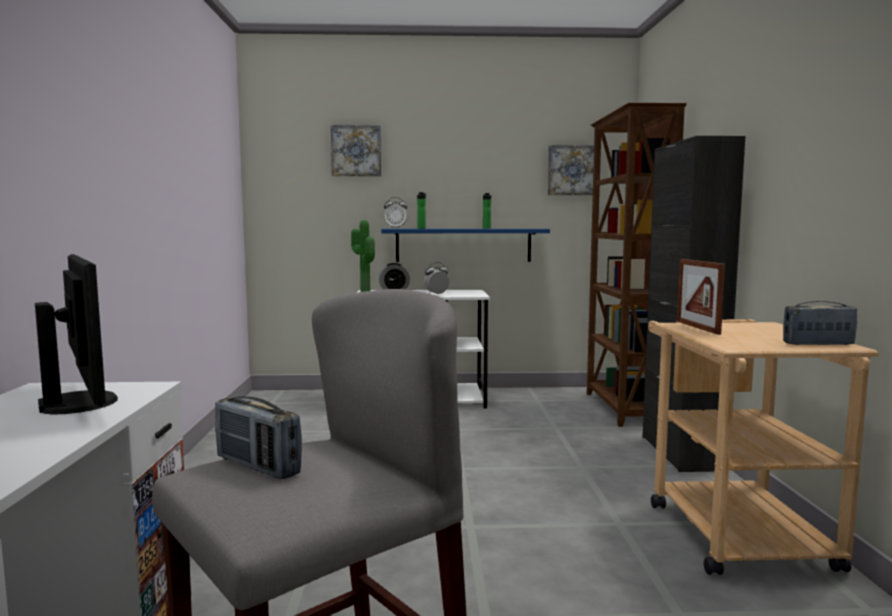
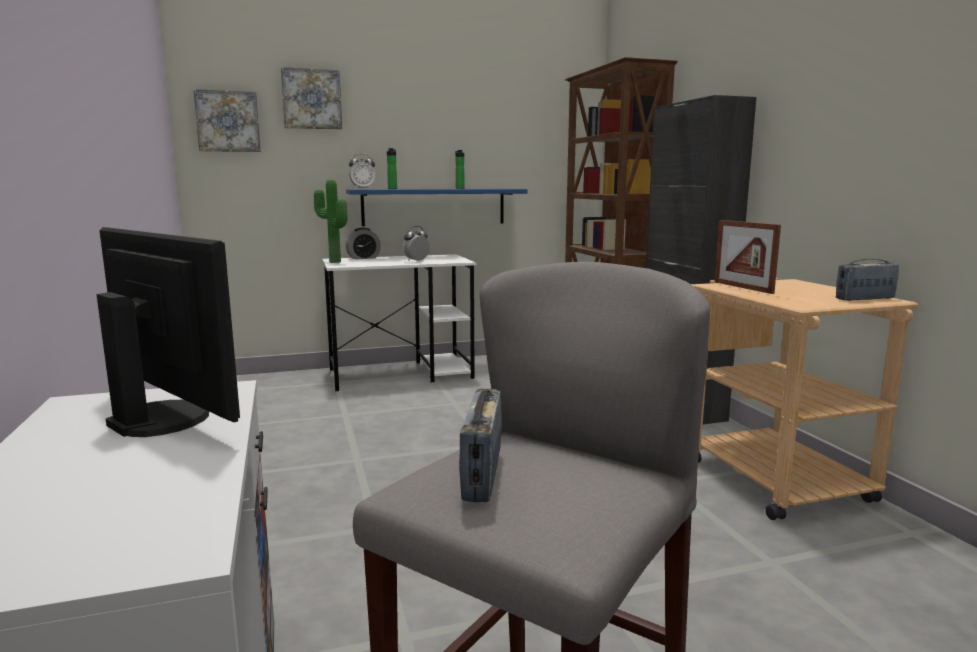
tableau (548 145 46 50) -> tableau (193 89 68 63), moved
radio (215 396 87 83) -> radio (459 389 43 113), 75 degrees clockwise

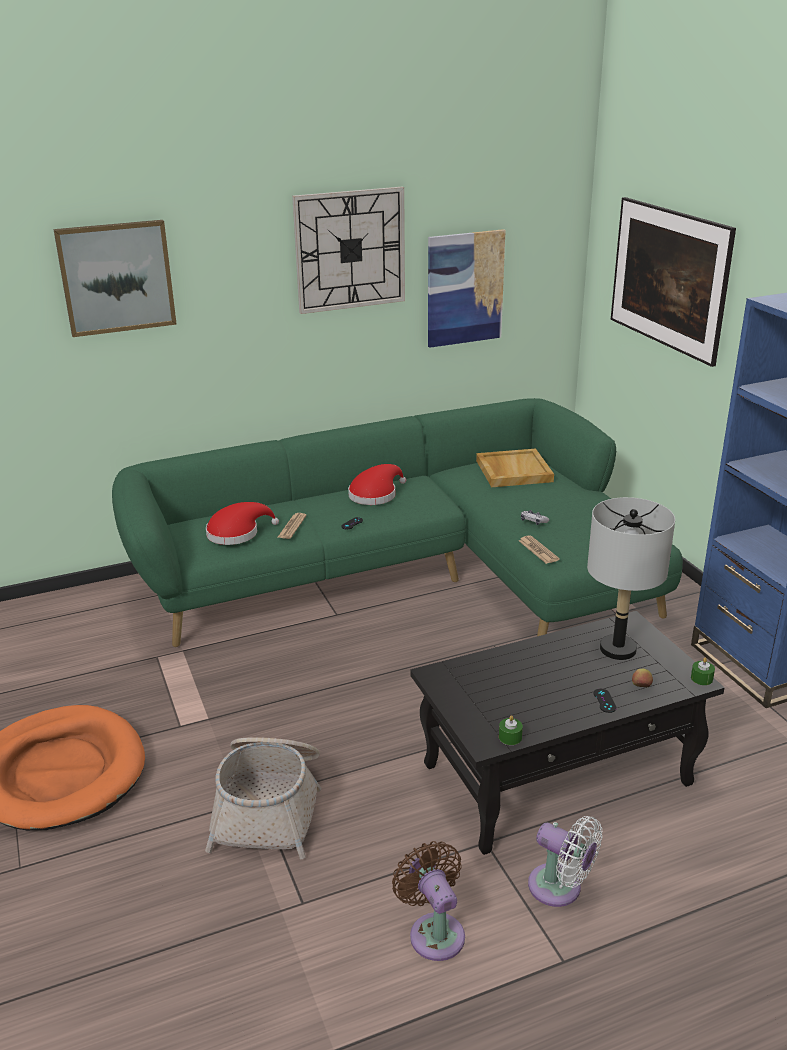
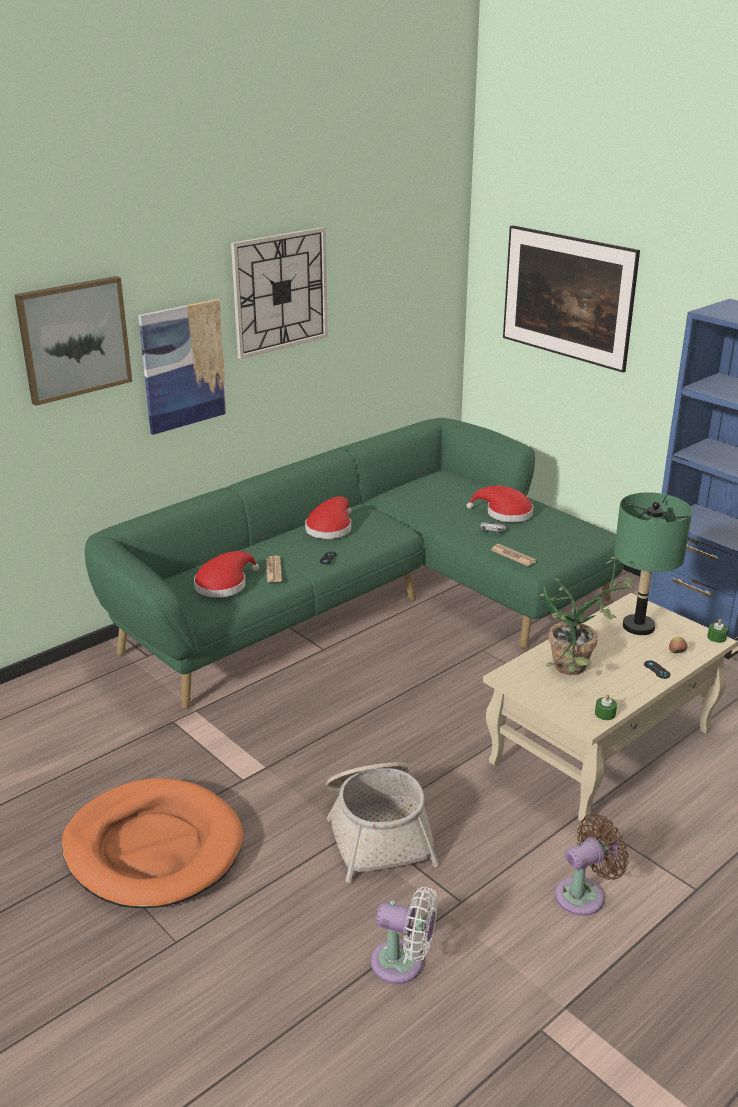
plateau (beige) (476 449 78 38) -> none
none -> chapeau (rouge) (467 486 66 36)
none -> plante en pot (540 556 94 119)
tableau (428 229 78 119) -> tableau (138 299 89 136), moved
ventilateur (blanc) (528 816 75 91) -> ventilateur (blanc) (371 887 67 97), moved
table basse (noir) (410 611 315 244) -> table basse (beige) (483 593 254 231)
lampe de table (gris) (587 497 88 163) -> lampe de table (vert) (614 492 78 143)
ventilateur (marron) (392 841 73 120) -> ventilateur (marron) (555 814 73 102), 105 degrees clockwise

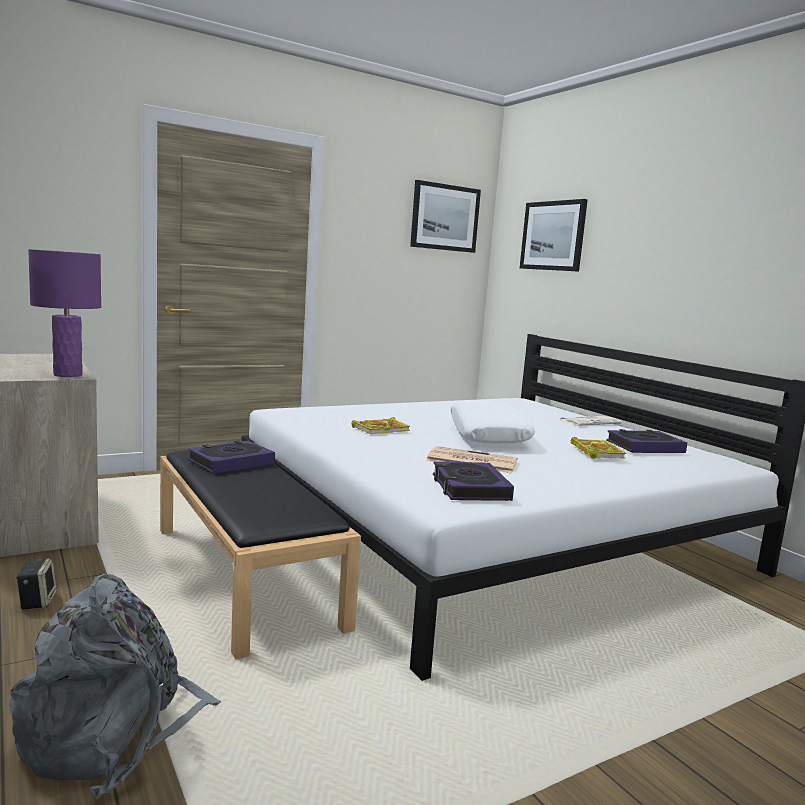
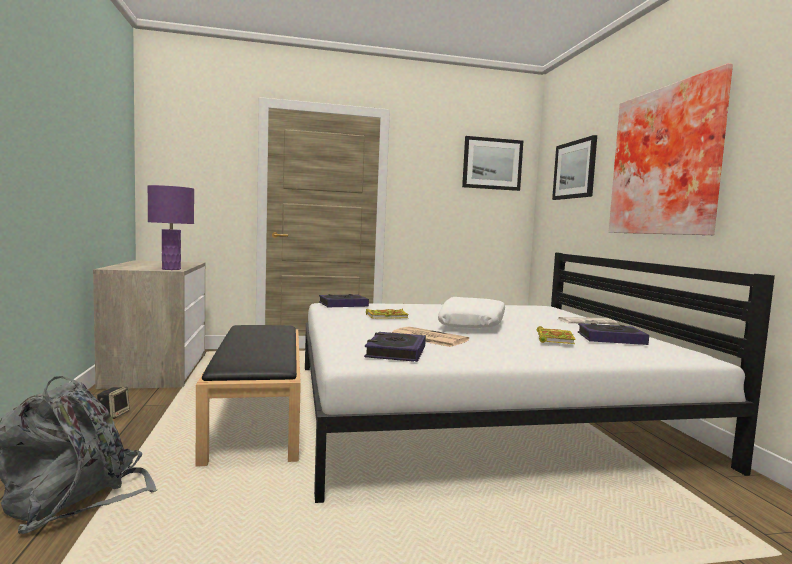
none -> tableau (609 63 124 172)
livre (188 440 87 34) -> livre (319 294 50 13), moved

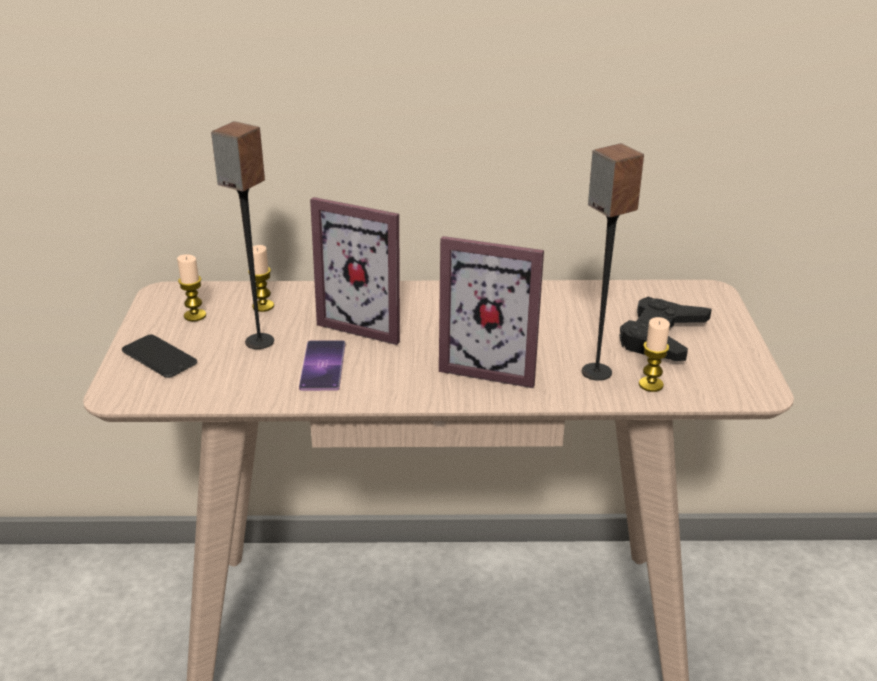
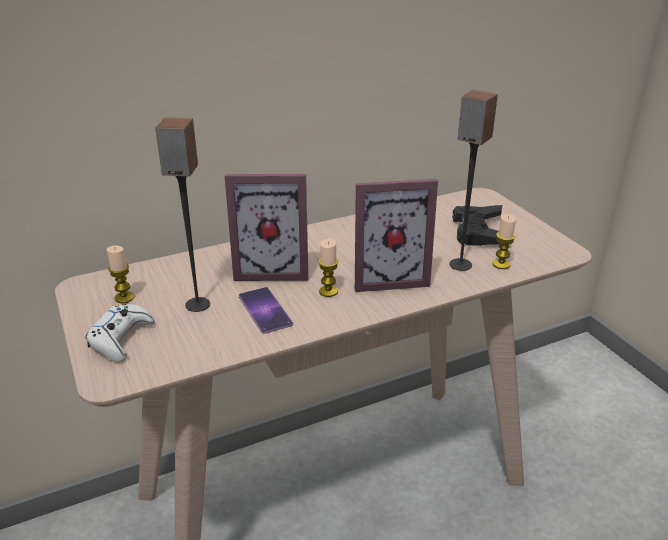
bougie (248 245 26 67) -> bougie (319 239 19 58), moved
téléphone (122 334 75 44) -> manette (blanc) (85 303 70 59)

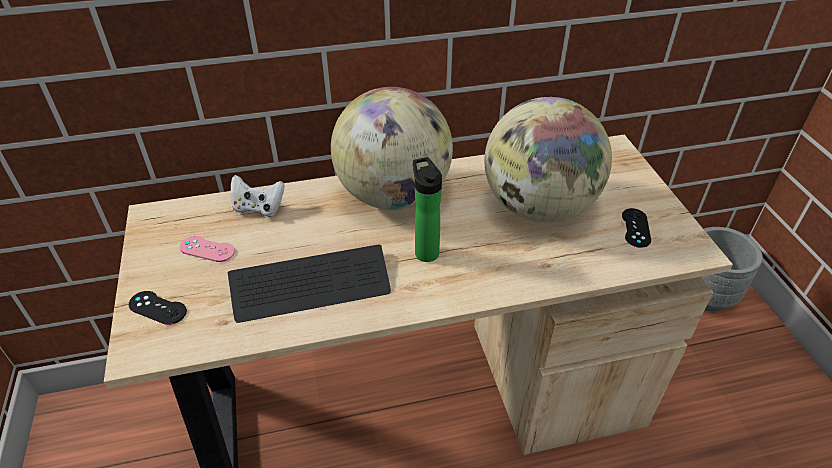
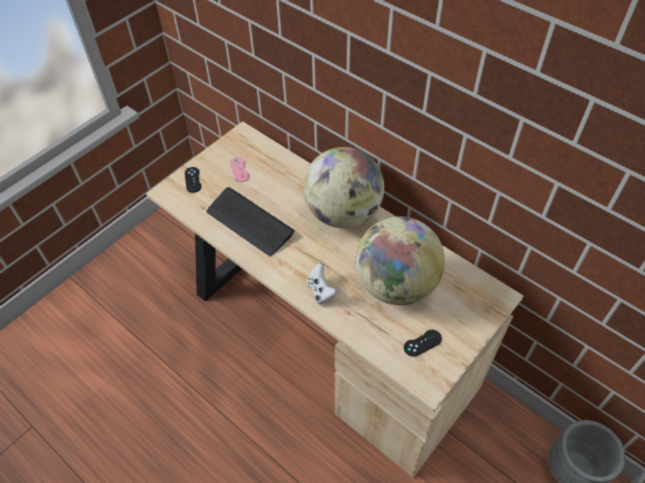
bouteille (413 157 29 105) -> none
manette (blanc) (230 175 55 42) -> manette (blanc) (306 263 33 41), moved

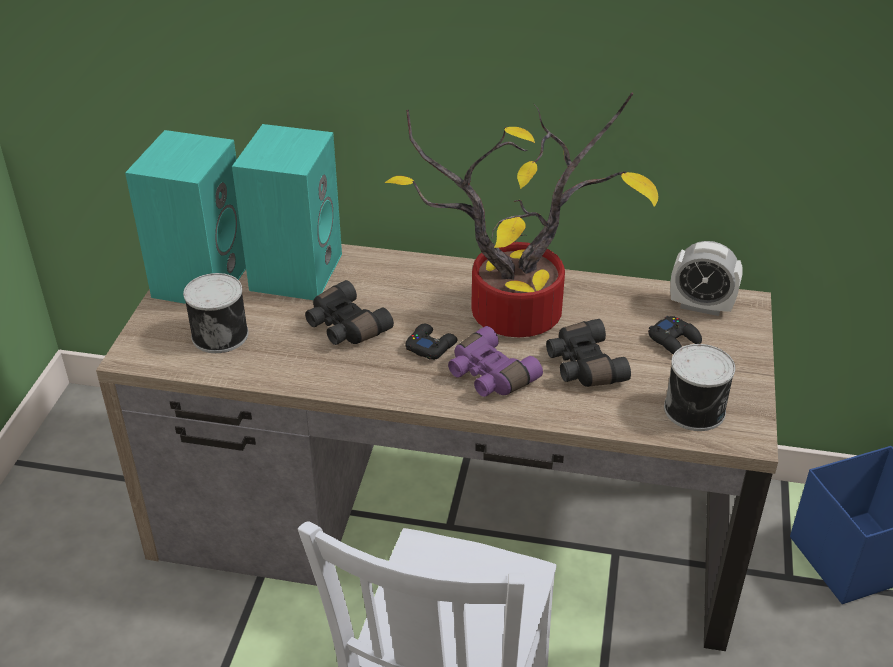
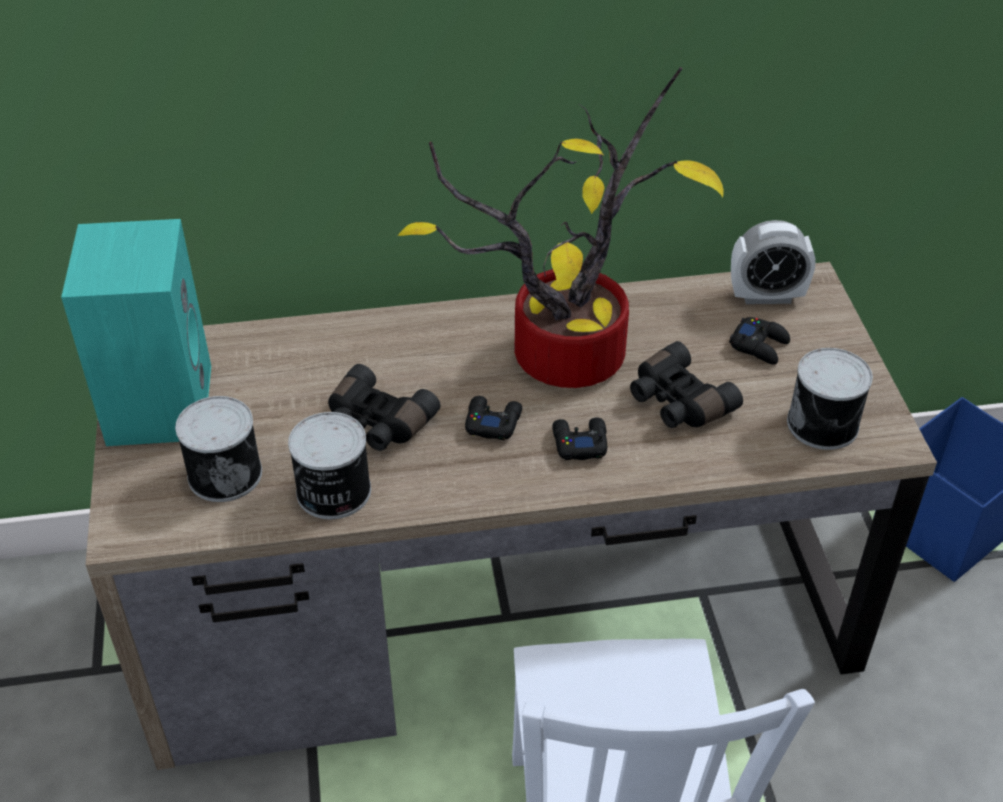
enceinte (turquoise) (232 124 110 176) -> none
none -> boîte métallique (288 412 83 107)
jumelles (violet) (448 326 95 71) -> manette (noir) (552 417 55 43)

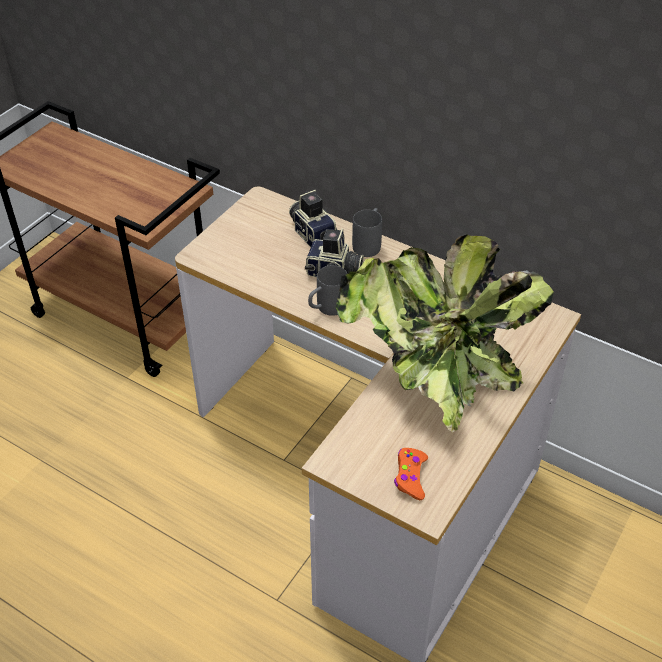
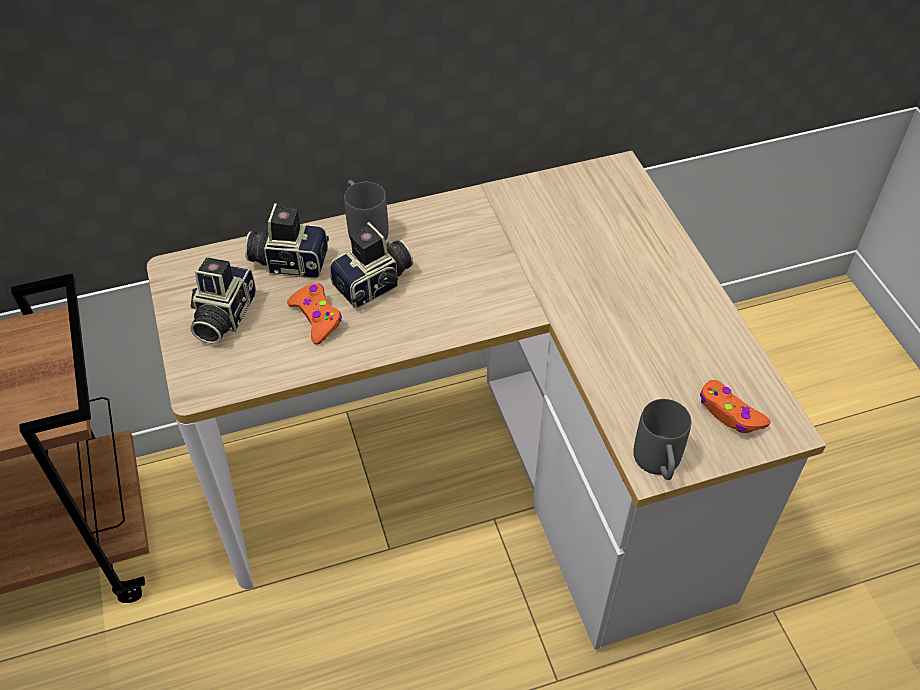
plante en pot (336 234 218 198) -> none
none -> appareil photo (190 257 66 87)
none -> manette (orange) (287 283 55 62)
mug (gris) (308 265 39 51) -> mug (gris) (633 399 58 81), moved

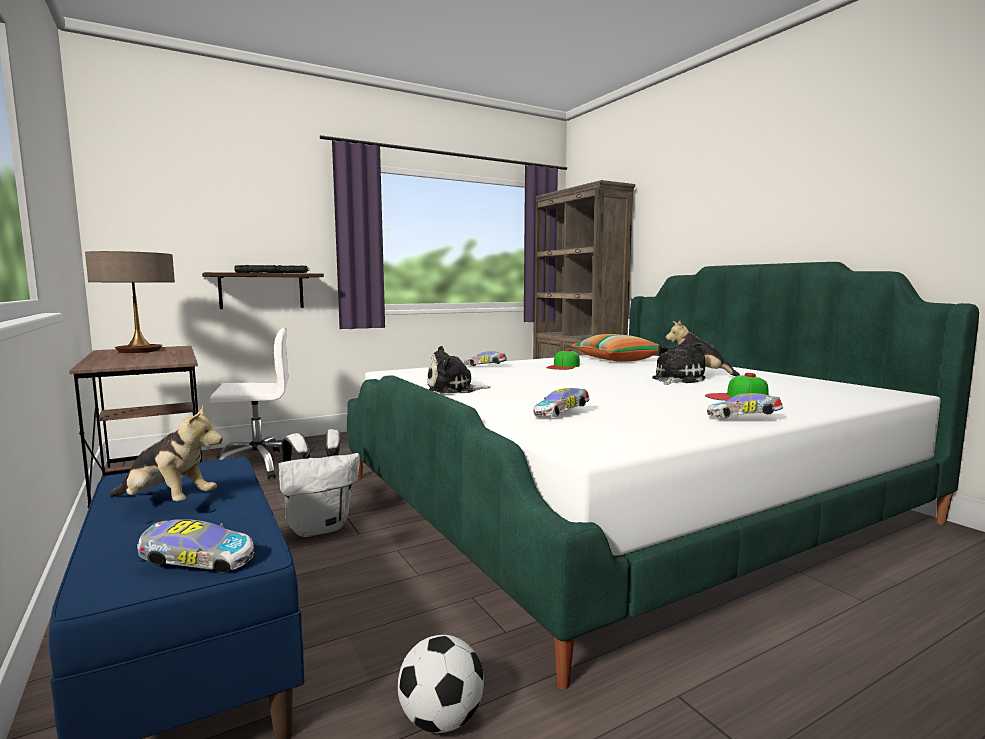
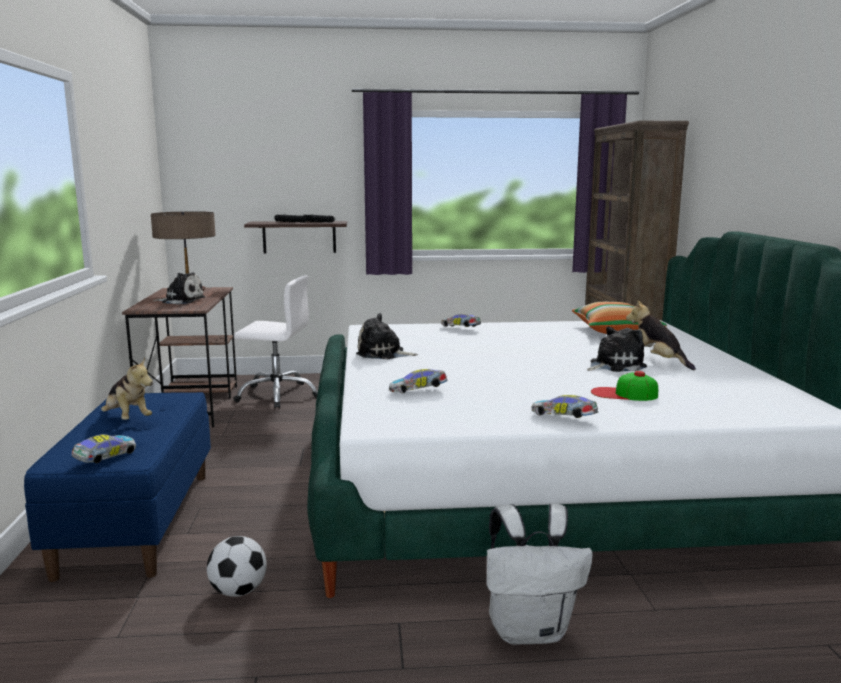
casquette (546 348 34 22) -> none
none -> peluche (153 272 52 33)
sac à dos (blanc) (278 429 82 108) -> sac à dos (blanc) (486 504 107 141), moved
petite voiture (137 519 117 55) -> petite voiture (72 434 64 29), 90 degrees counterclockwise

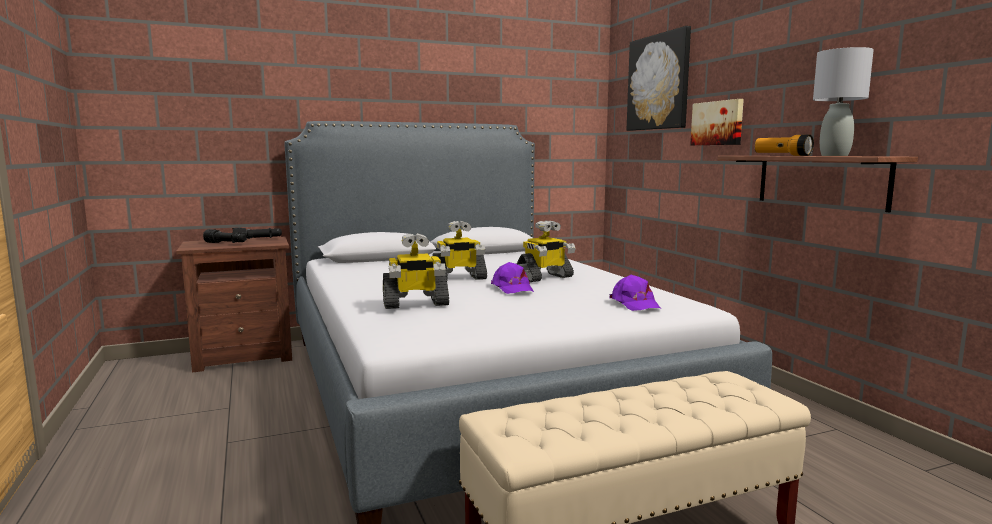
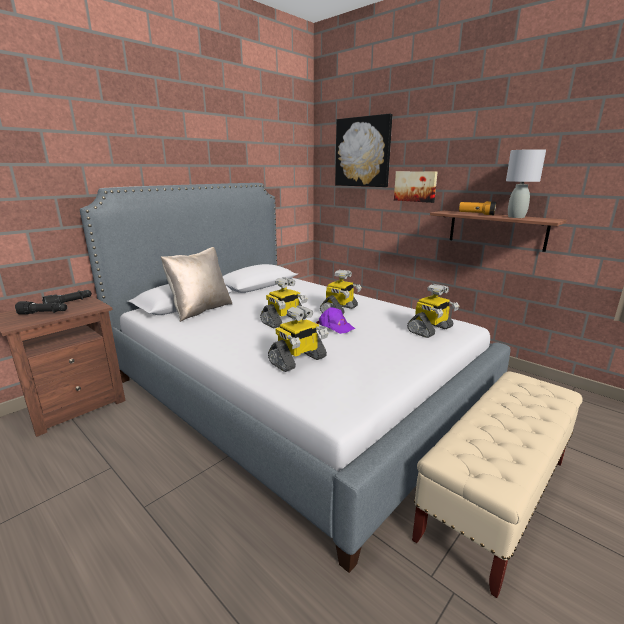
none -> coussin (beige) (161 247 71 75)
casquette (violet) (609 275 52 36) -> robot jouet (407 284 52 54)

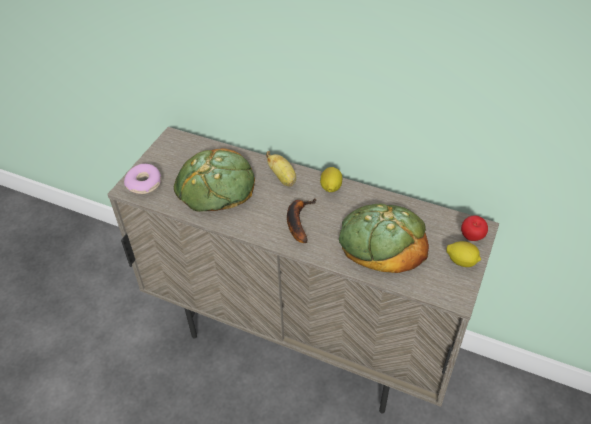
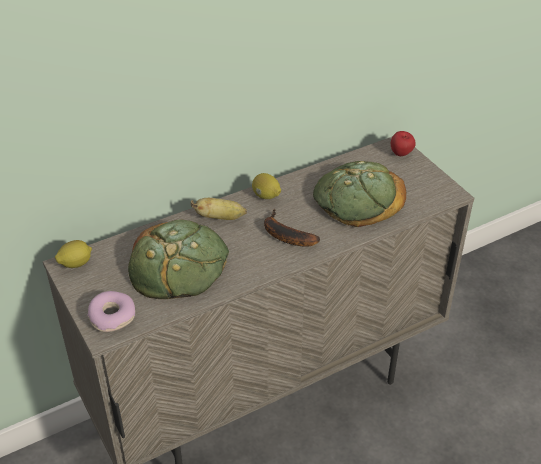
citron (446 241 35 26) -> citron (55 240 37 28), moved

